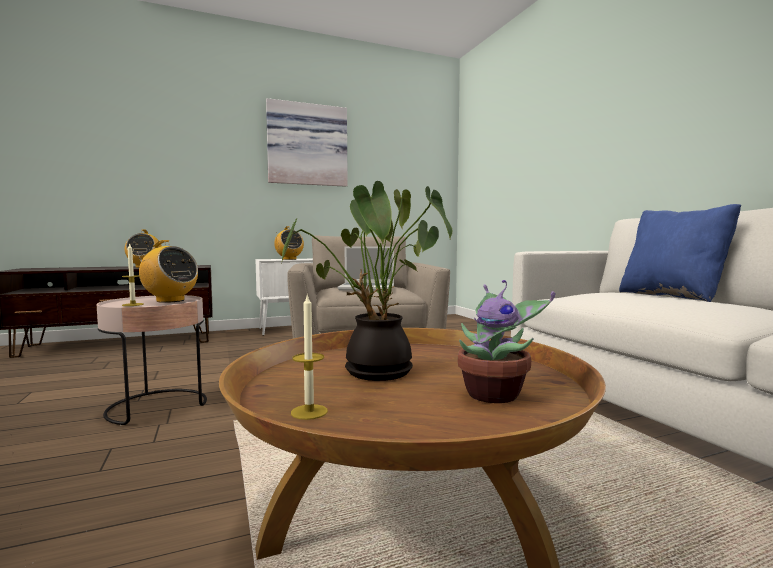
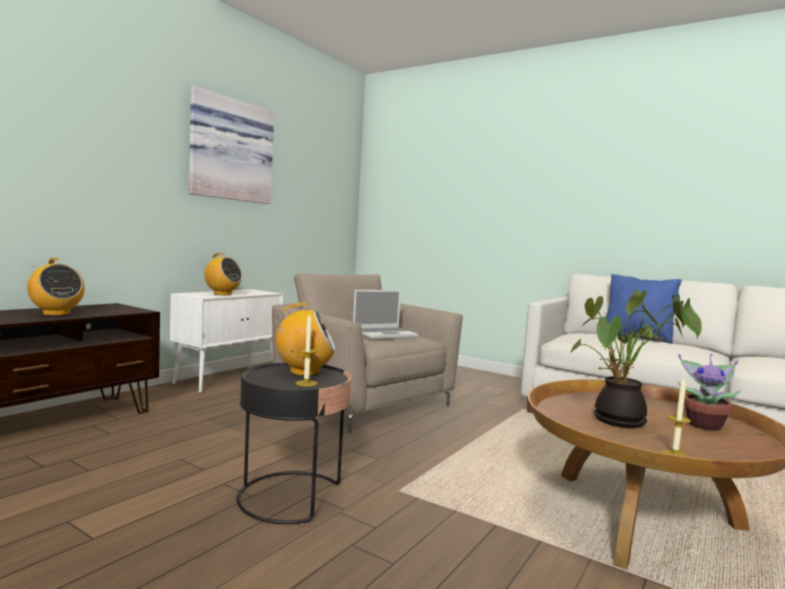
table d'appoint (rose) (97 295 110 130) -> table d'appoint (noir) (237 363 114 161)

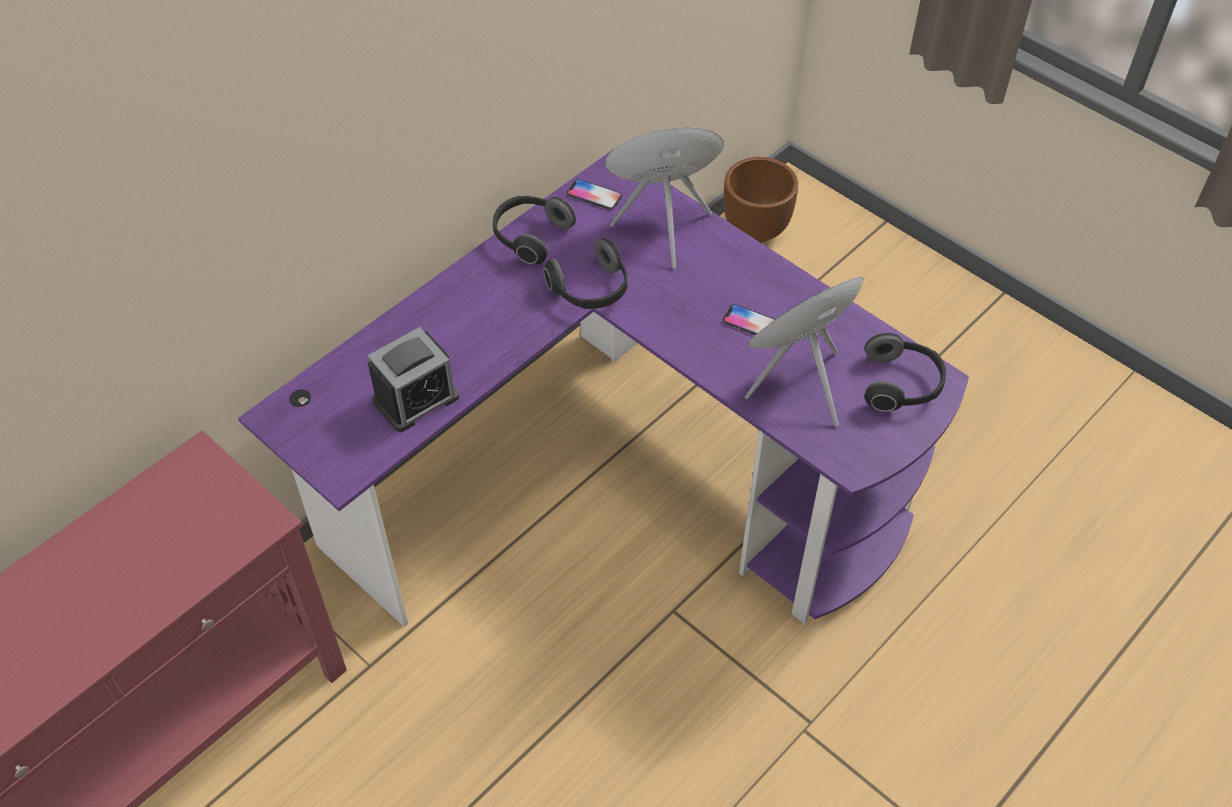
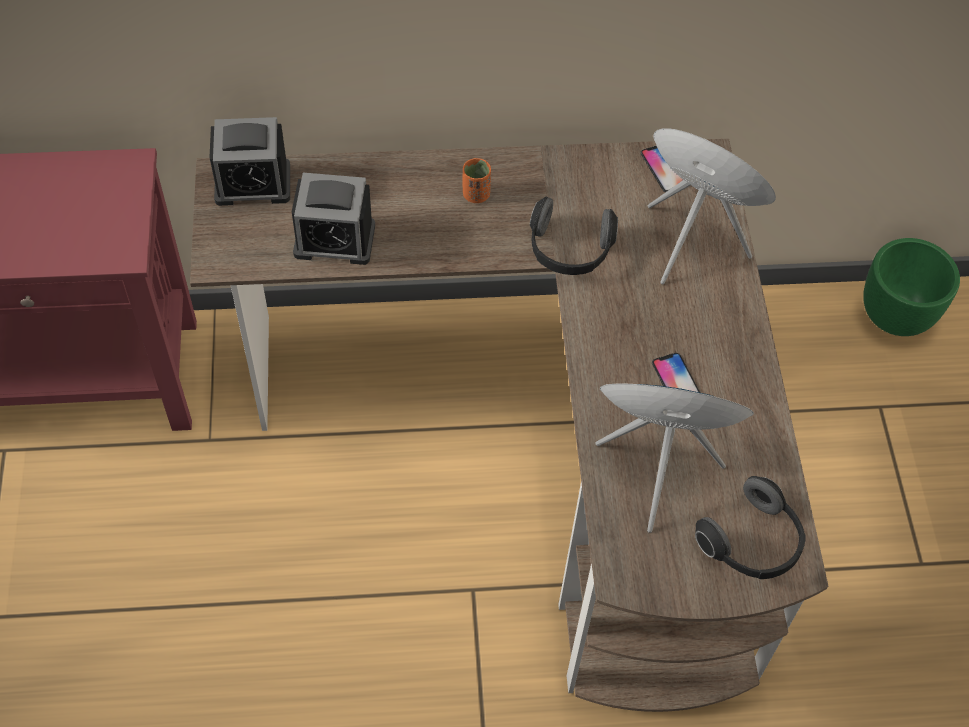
casque audio (493 196 83 68) -> none
none -> réveil (209 117 81 89)
none -> tasse (orange) (463 158 28 45)
bureau (violet) (238 150 731 477) -> bureau (marron) (190 139 638 573)
cache-pot (marron) (724 157 74 86) -> cache-pot (vert) (863 238 97 98)

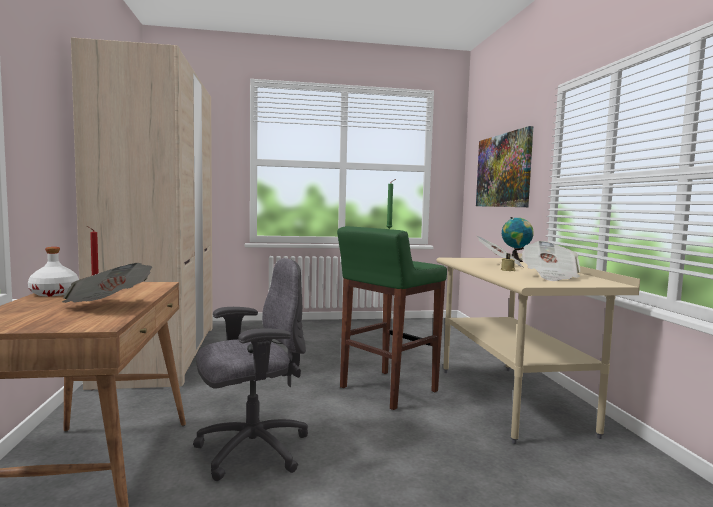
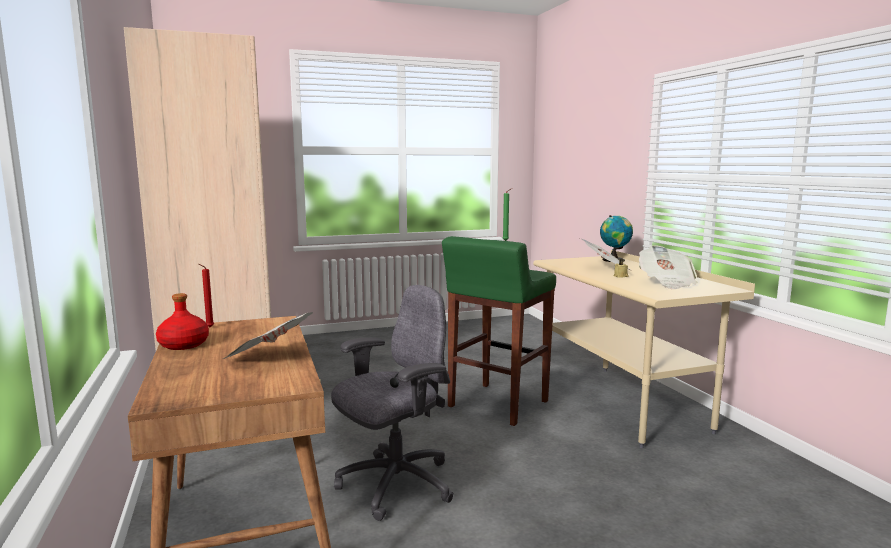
tableau (476 126 57 81) -> none
bouteille (blanc) (28 247 51 49) -> bouteille (rouge) (156 293 53 57)

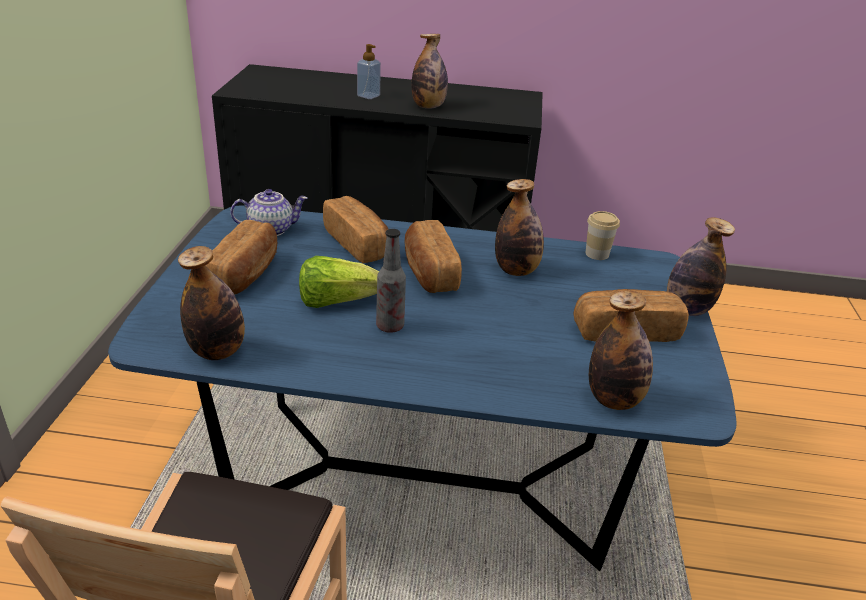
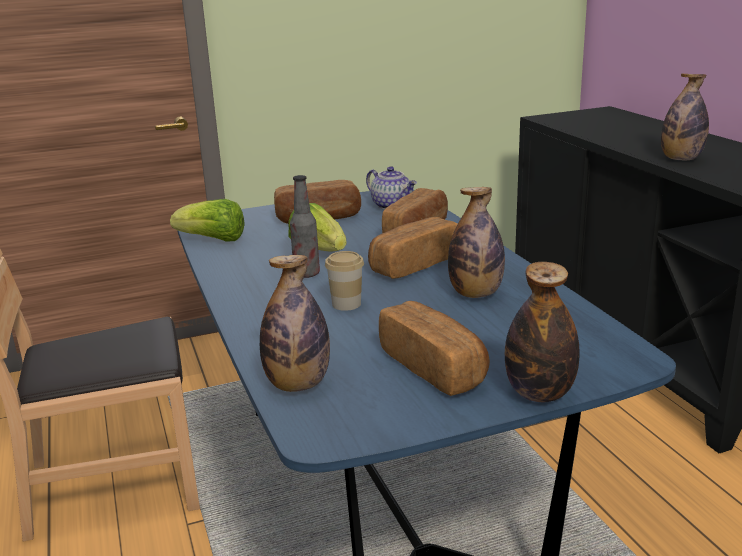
distributeur de savon (357 44 24 55) -> none
tasse (585 211 35 49) -> tasse (325 251 39 60), moved
bouteille (178 246 67 114) -> laitue (170 199 75 43)

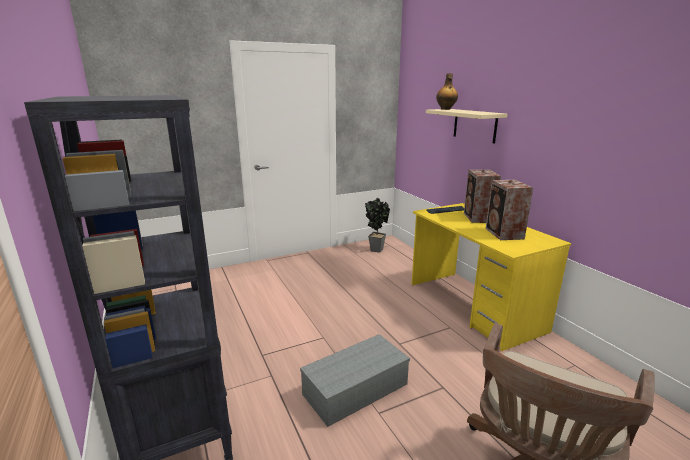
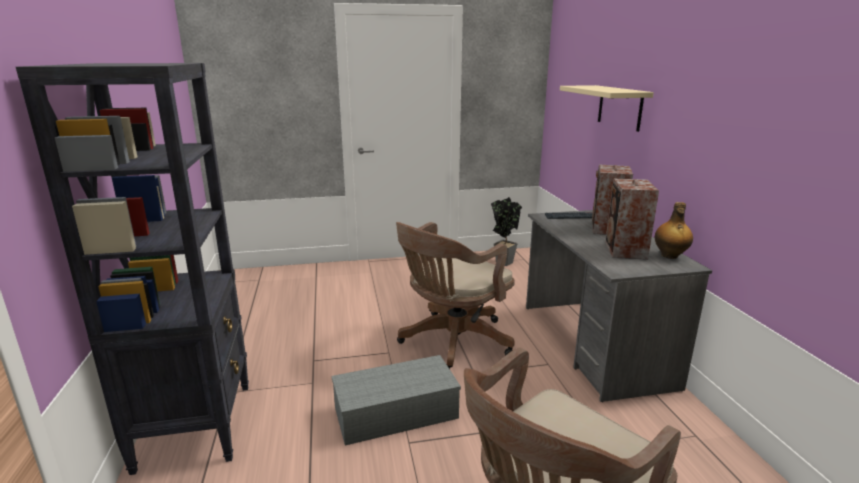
none -> chaise de bureau (marron) (396 222 119 147)
bouteille (436 73 22 37) -> bouteille (655 202 38 57), moved
bureau (jaune) (411 203 160 148) -> bureau (gris) (526 210 186 192)

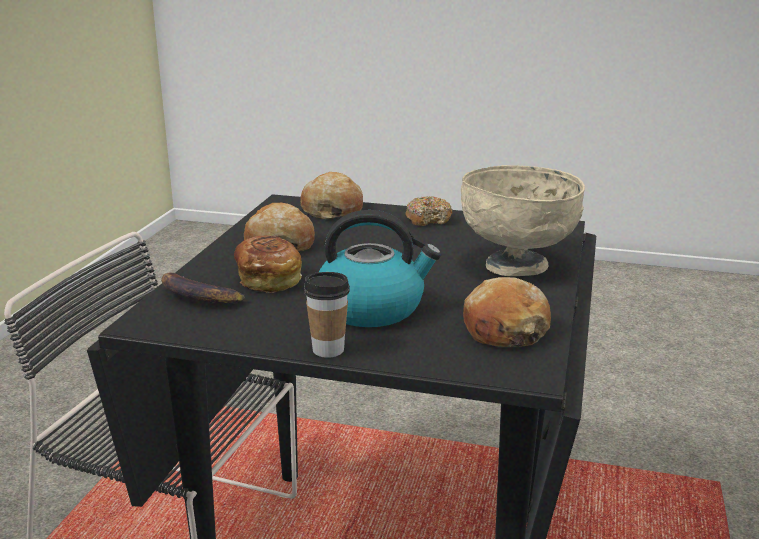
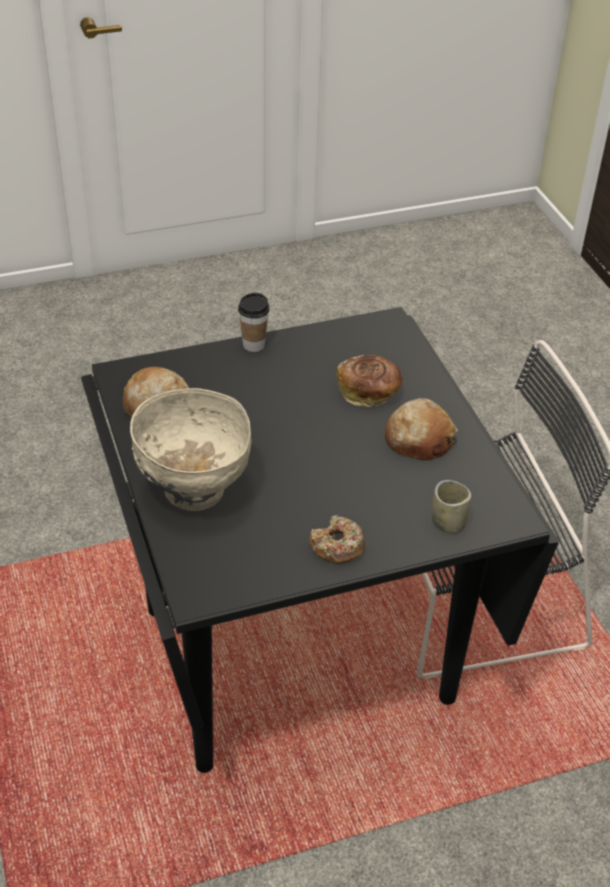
banane (161 273 84 31) -> none
bouilloire (319 210 122 117) -> none
pain (300 172 63 47) -> tasse (432 480 39 54)

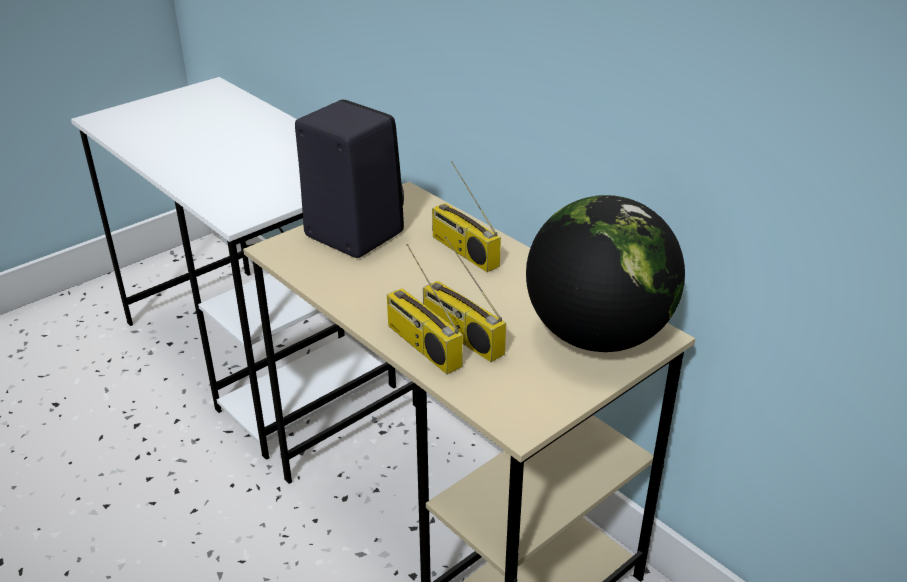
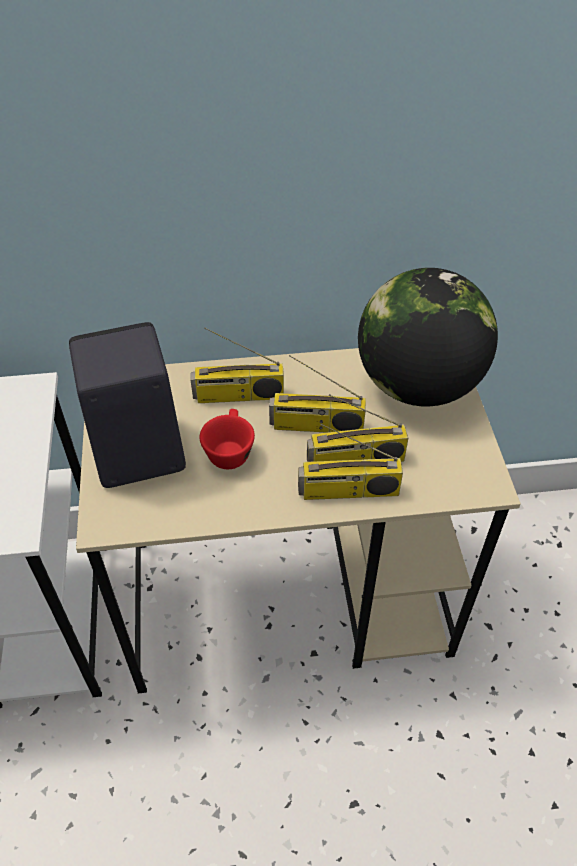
none -> tasse (rouge) (200 409 55 60)
none -> radio (269 355 97 78)

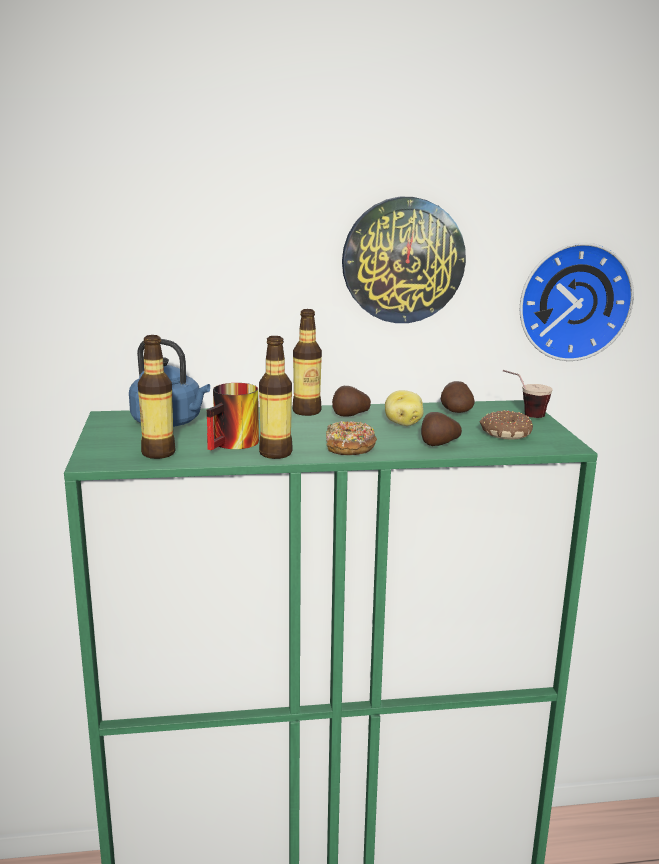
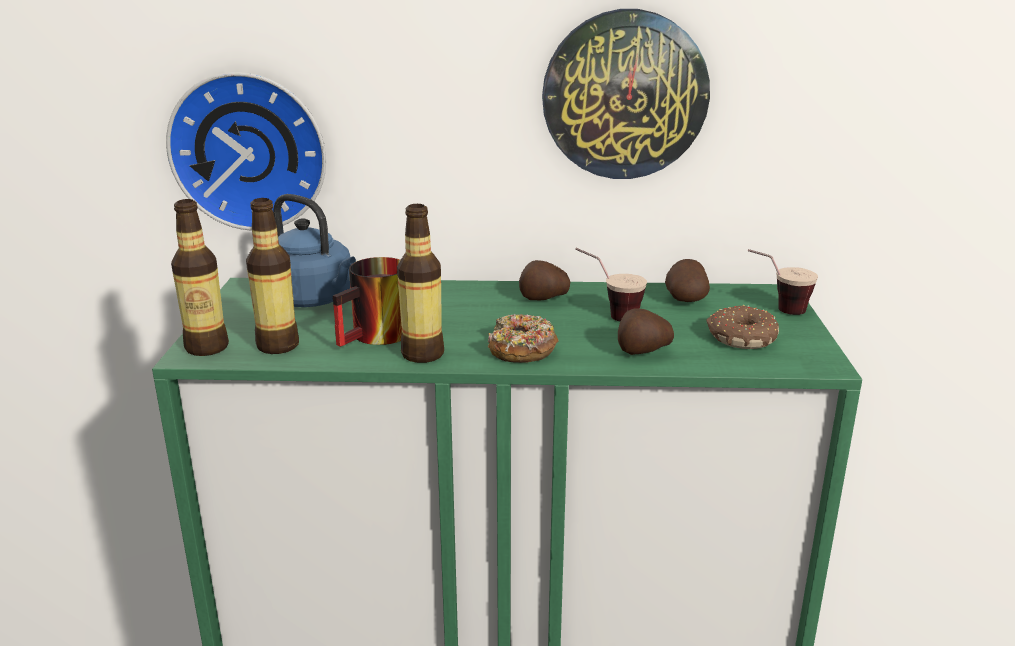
bouteille (292 309 30 107) -> bouteille (171 199 58 157), moved
horloge murale (520 243 114 118) -> horloge murale (166 72 160 159), moved
pomme de terre (385 390 39 36) -> tasse (575 248 72 73)

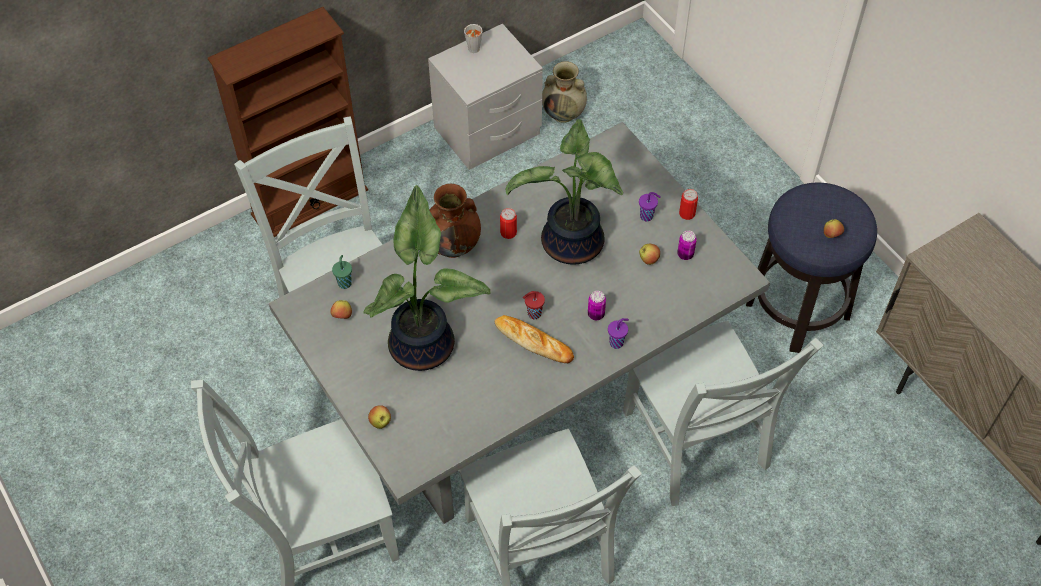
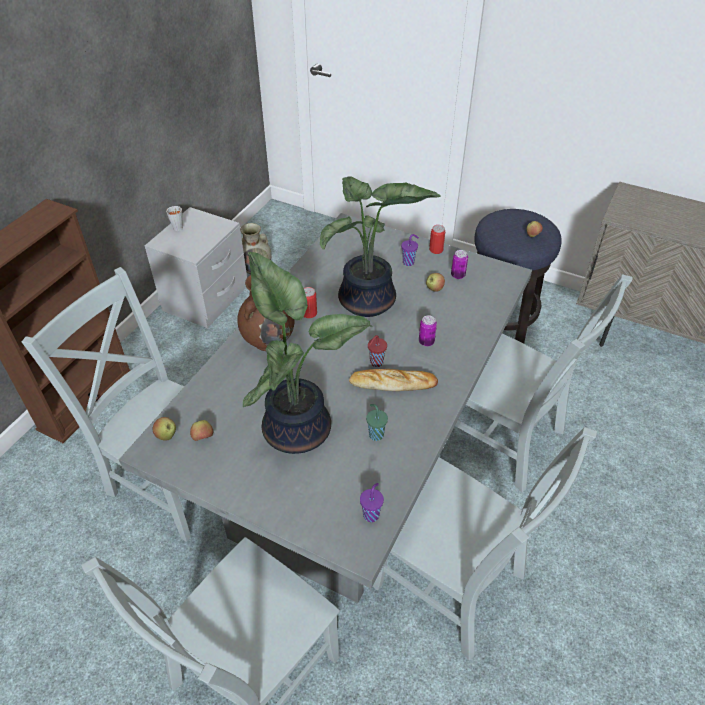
tasse (vert) (332 255 20 34) -> tasse (vert) (366 404 22 37), moved
pomme (368 405 23 24) -> pomme (153 417 23 24), moved
tasse (violet) (608 318 21 31) -> tasse (violet) (360 483 24 39), moved

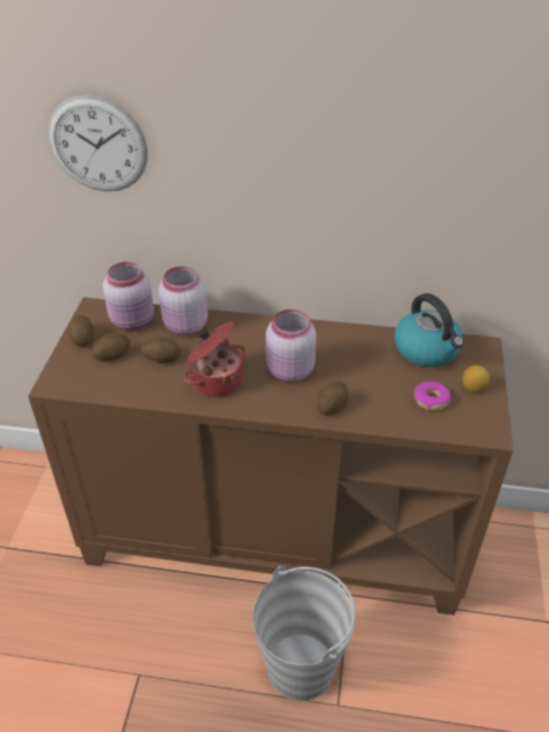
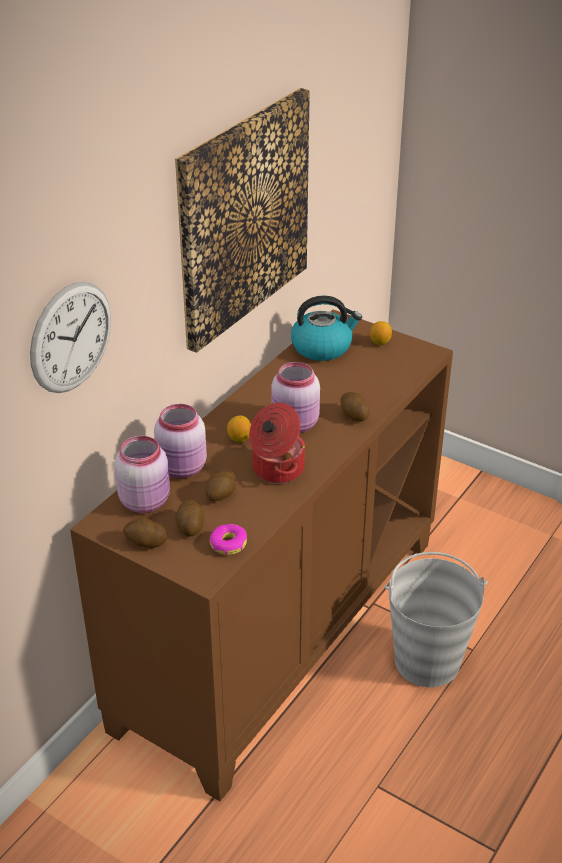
none -> tableau (175 88 135 265)
none -> citron (227 416 24 26)
beignet (414 382 37 29) -> beignet (210 524 37 31), moved

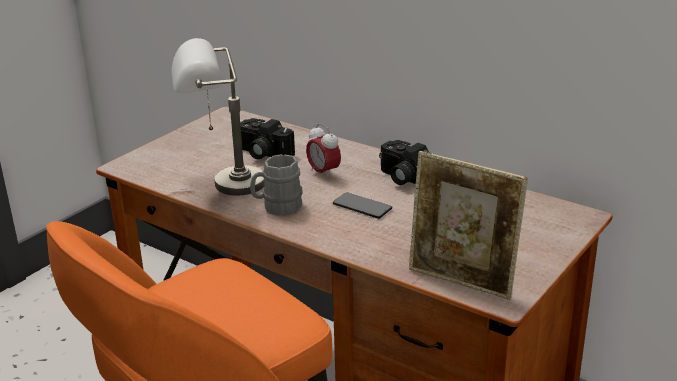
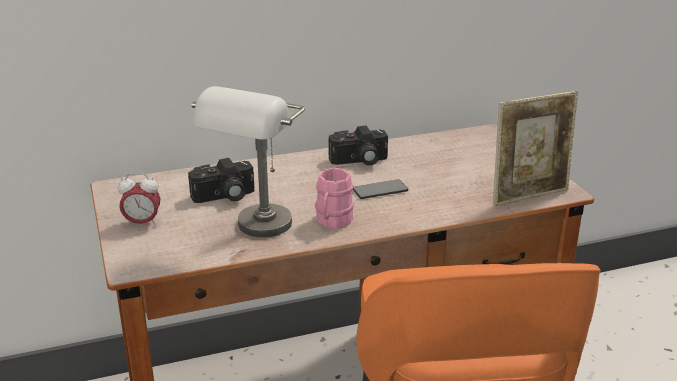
réveil (306 123 35 57) -> réveil (118 173 42 54), moved
mug (gris) (250 154 53 62) -> mug (rose) (315 168 39 61)

